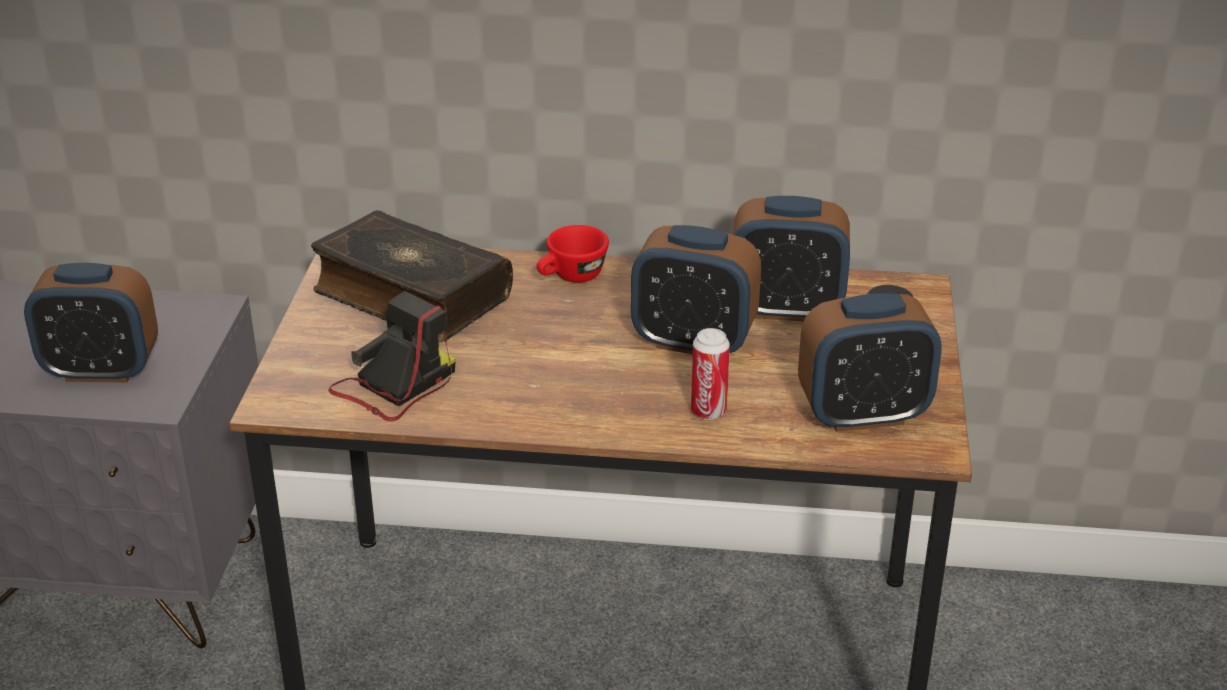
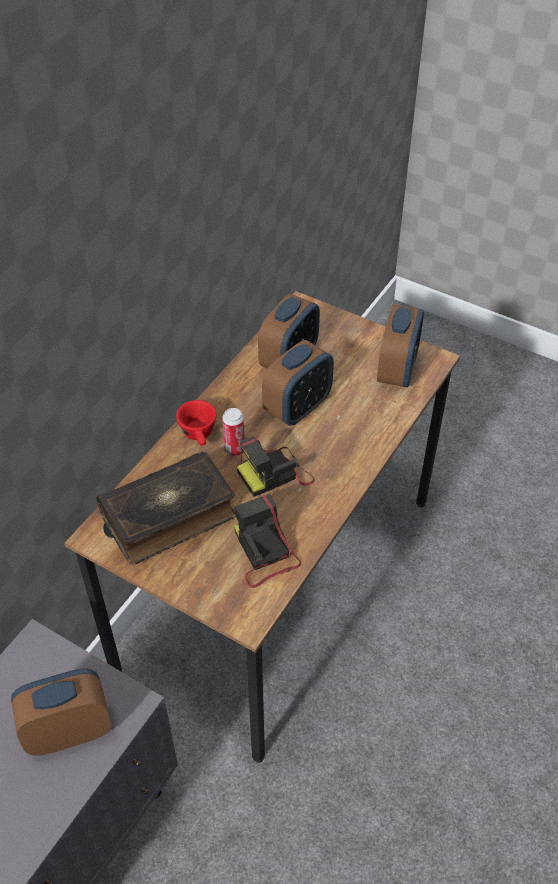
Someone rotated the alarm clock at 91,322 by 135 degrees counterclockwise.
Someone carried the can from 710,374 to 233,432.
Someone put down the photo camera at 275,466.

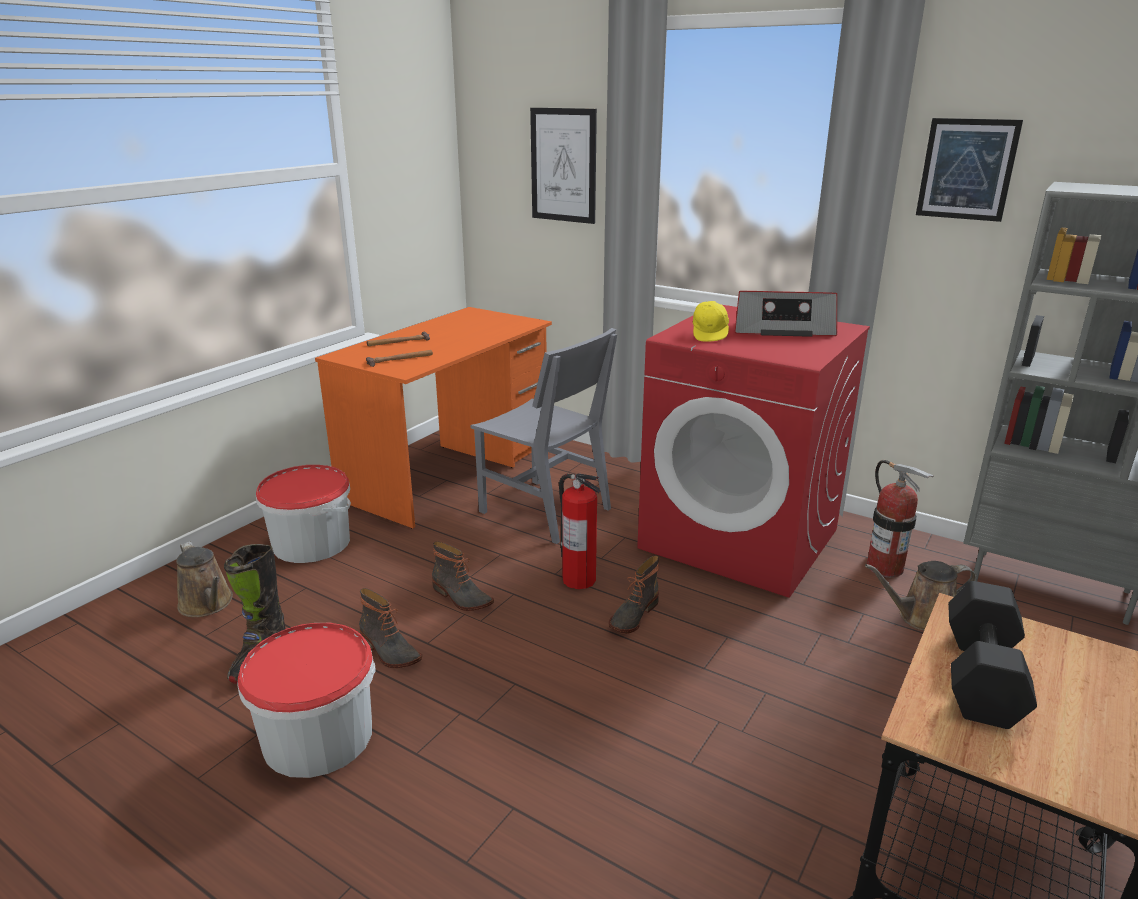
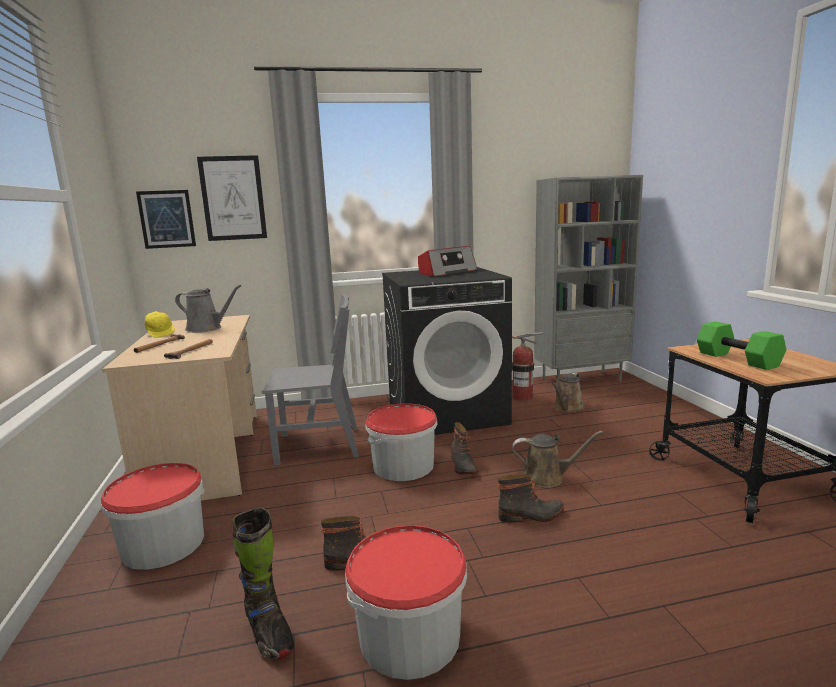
Someone repainted the orange desk at 433,418, which became the beige desk at 179,408.
Someone carried the picture from 969,170 to 166,219.
Someone carried the yellow cap from 711,321 to 160,324.
Someone put down the grey watering can at 208,309.
Someone swapped the fire extinguisher at 579,531 for the bucket at 401,442.
Someone repainted the red washing machine at 753,451, which became the black washing machine at 447,351.
Someone carried the boot from 463,576 to 531,498.
Someone carried the brown watering can from 204,579 to 557,459.
Someone repainted the black dumbbell at 992,655, which became the green dumbbell at 742,345.

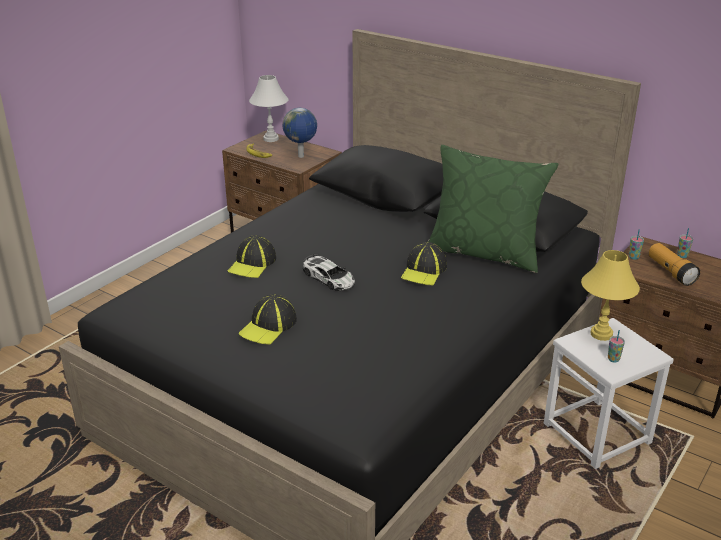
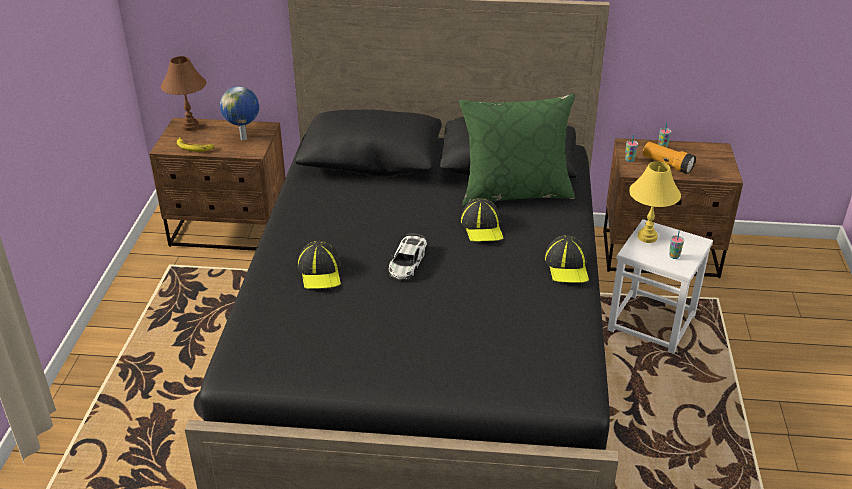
Someone repainted the white table lamp at 269,108, which became the brown table lamp at 183,93.
Someone rotated the toy car at 329,272 by 90 degrees clockwise.
Someone carried the cap from 268,319 to 566,259.

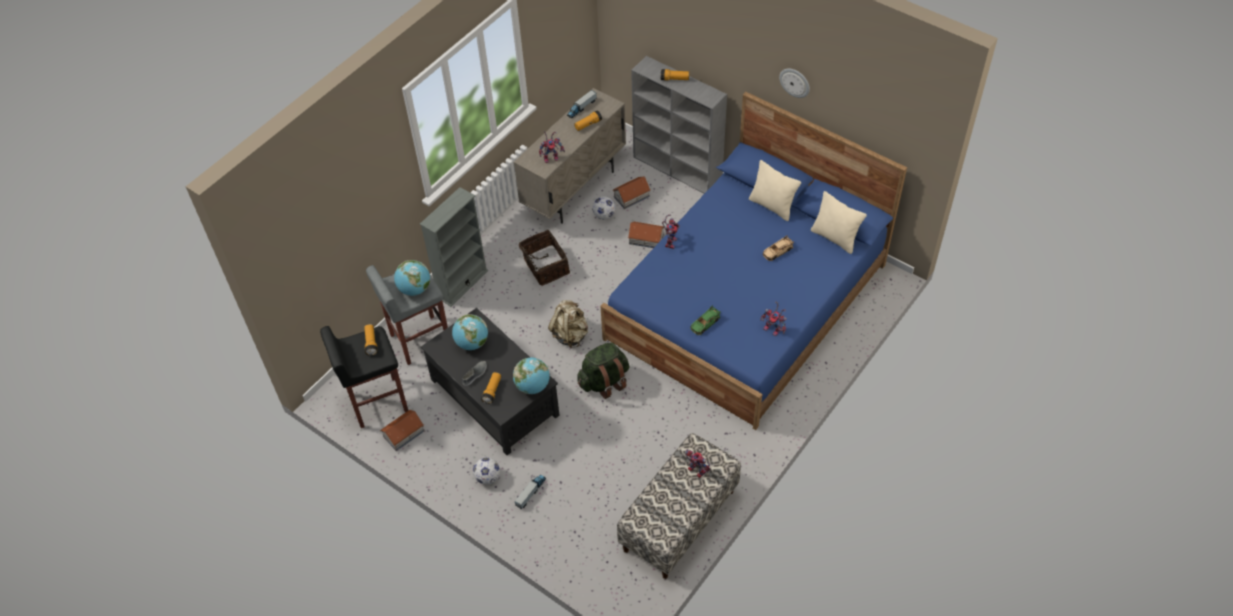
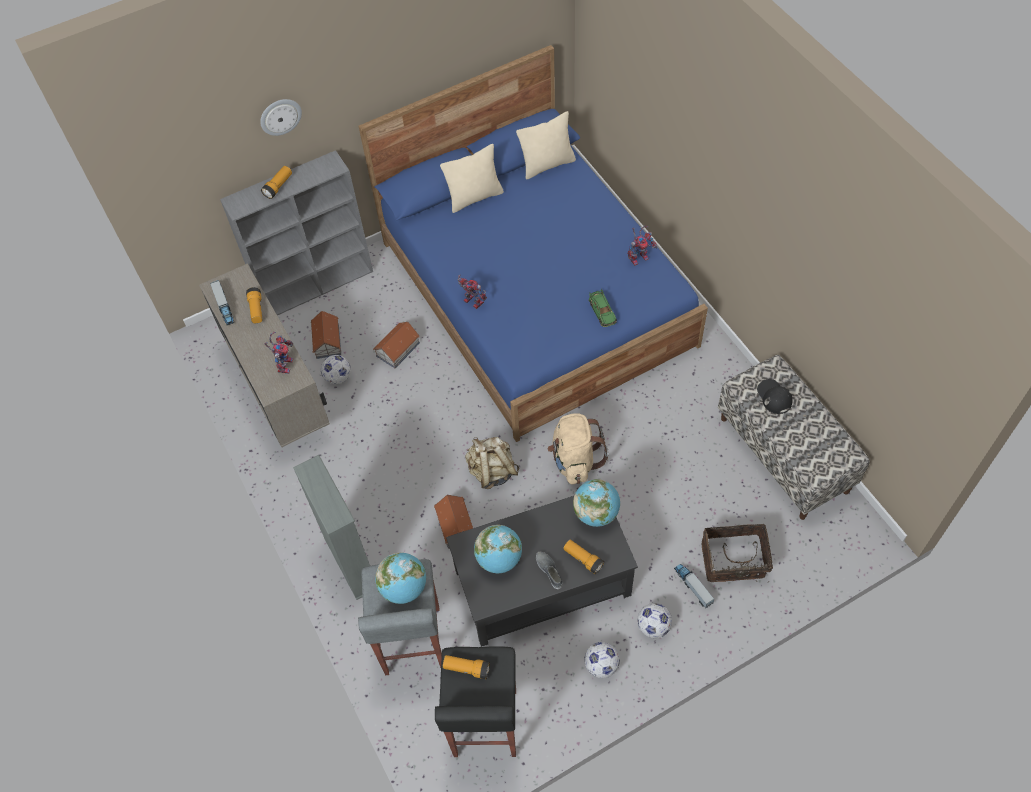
Someone carried the wall clock from 794,83 to 281,117.
Someone carried the toy house from 402,430 to 453,522.
Someone repainted the green backpack at 603,370, which became the beige backpack at 578,448.
Someone put down the football at 602,660.
Someone carried the basket from 544,258 to 737,553.
Someone swapped the toy robot at 697,463 for the black cap at 774,396.
Someone took away the beige toy car at 778,248.

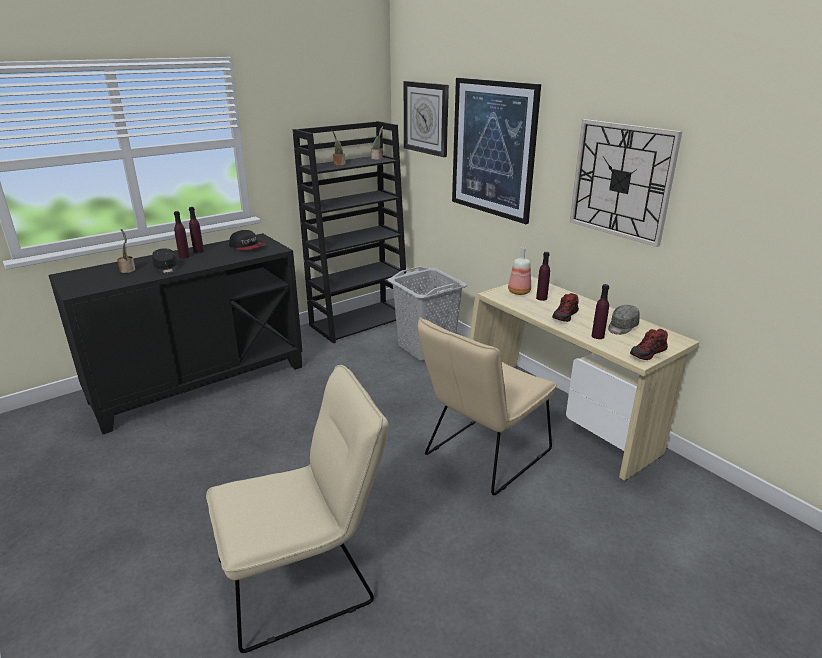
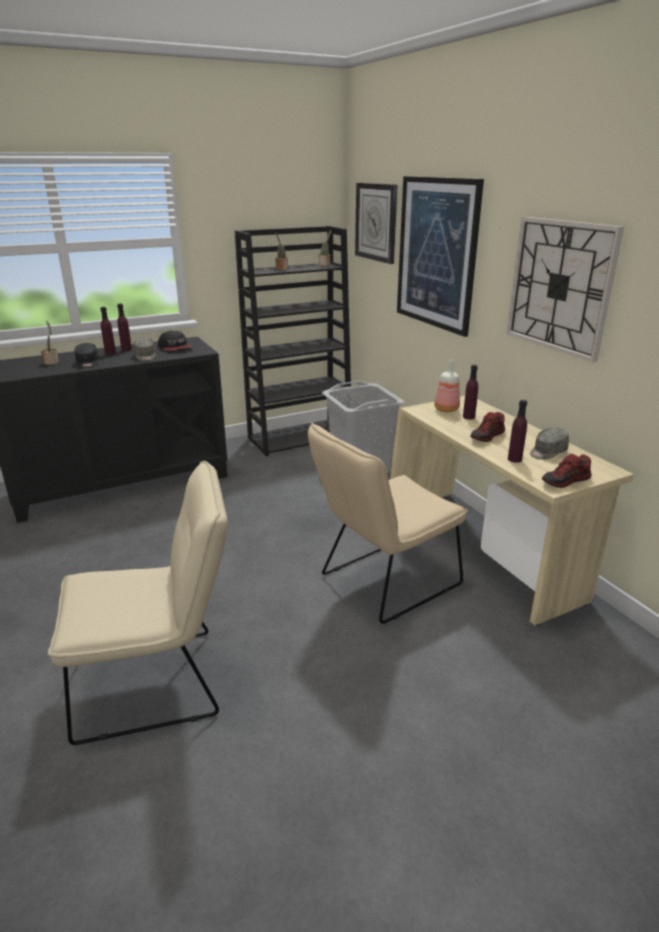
Someone put down the grey cap at 144,349.

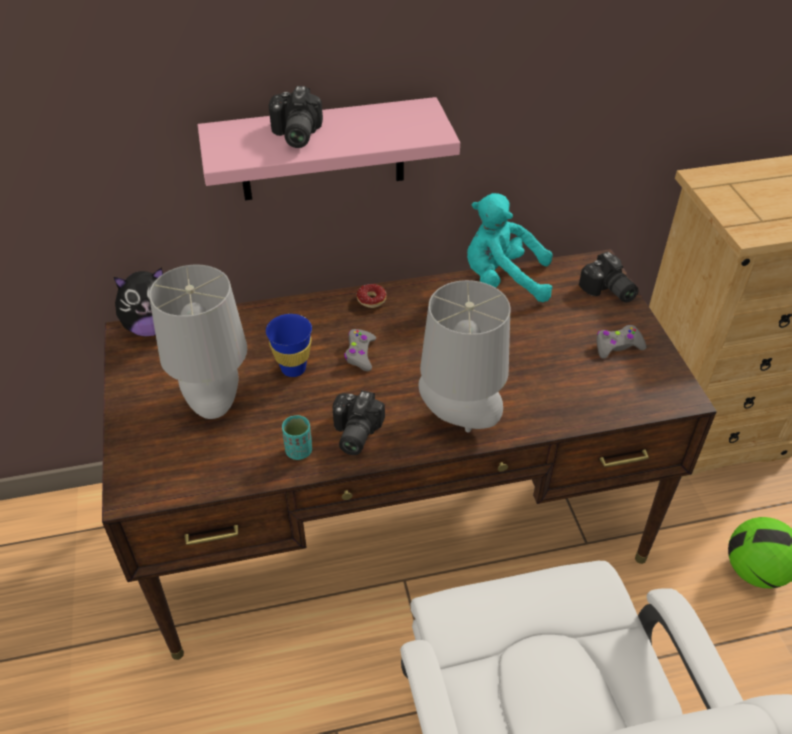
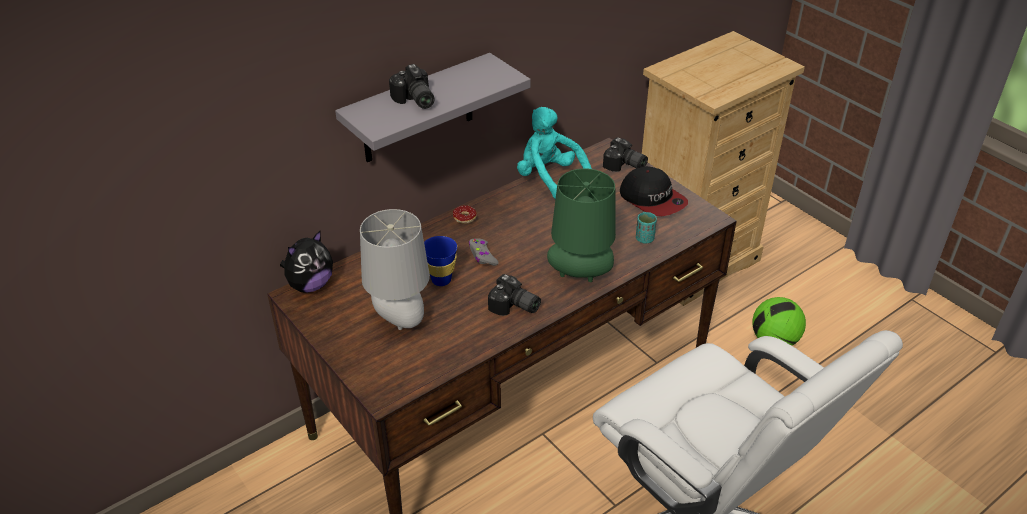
Someone repainted the pink shelf at 329,148, which became the grey shelf at 433,107.
Someone rotated the photo camera at 359,423 by 45 degrees counterclockwise.
Someone rotated the turquoise plush toy at 510,247 by 60 degrees clockwise.
Someone repainted the grey table lamp at 464,356, which became the green table lamp at 581,225.
Someone swapped the grey game controller at 621,342 for the cap at 654,191.
Someone carried the turquoise cup from 297,437 to 646,227.

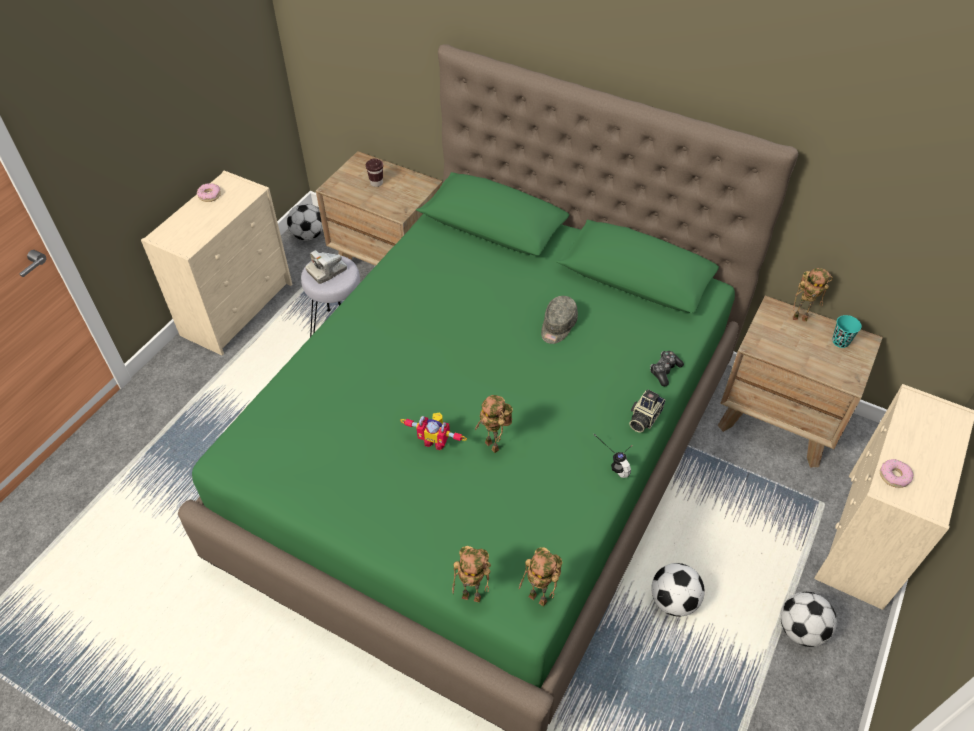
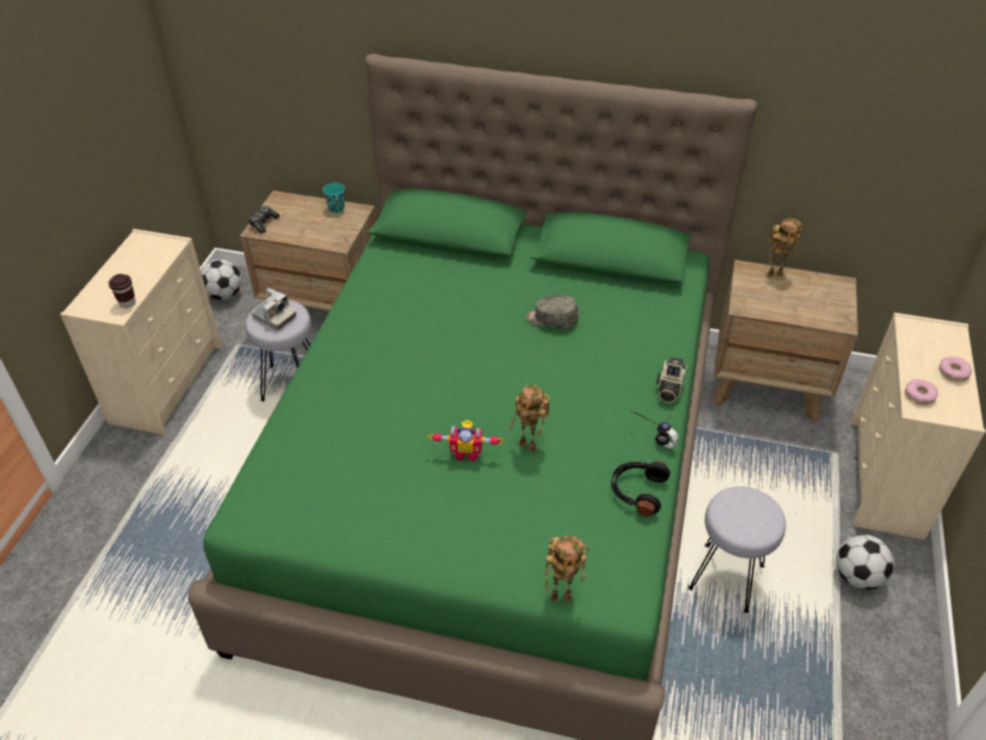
Someone carried the brown cup from 374,172 to 122,291.
Someone carried the game controller from 667,368 to 264,219.
Someone rotated the photo camera at 326,267 by 90 degrees counterclockwise.
Someone carried the turquoise cup from 847,331 to 334,198.
Someone rotated the grey cap at 559,320 by 90 degrees clockwise.
Someone put down the black headphones at 640,488.
Someone swapped the football at 678,590 for the grey stool at 737,549.
Someone carried the donut from 209,192 to 955,369.
Someone took away the toy robot at 540,576.

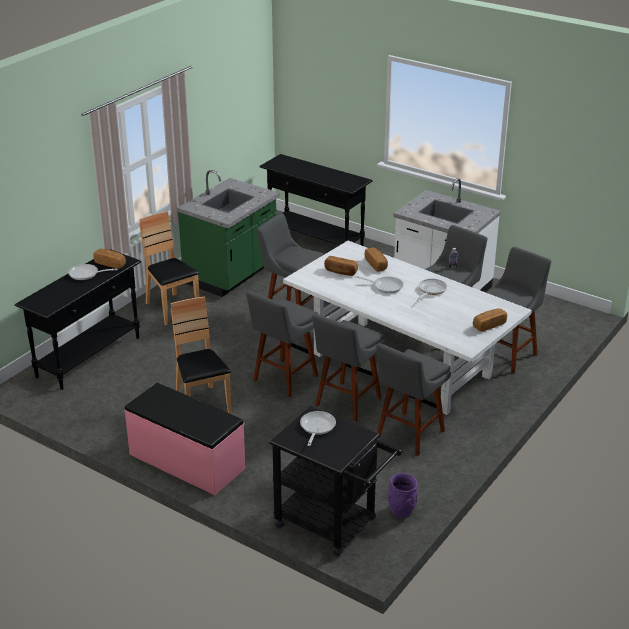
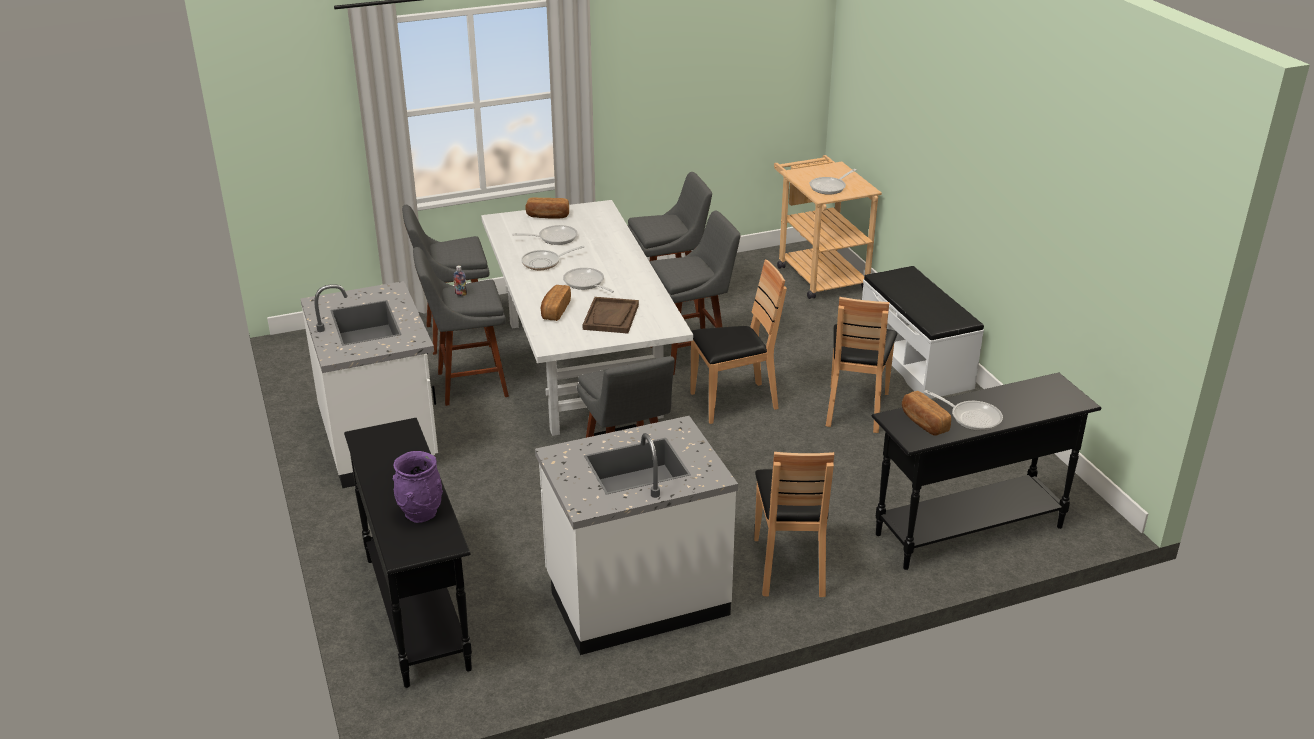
Someone carried the purple vase from 402,495 to 418,487.
Someone put down the frying pan at 545,235.
Someone repainted the green counter at 228,233, which became the white counter at 636,535.
Someone swapped the bread at 341,266 for the brown tray at 611,315.
Someone swapped the grey stool at 282,344 for the brown chair at 738,342.
Someone repainted the black cart at 335,481, which became the beige cart at 828,227.
Someone repainted the pink bench at 185,439, which became the white bench at 923,332.

